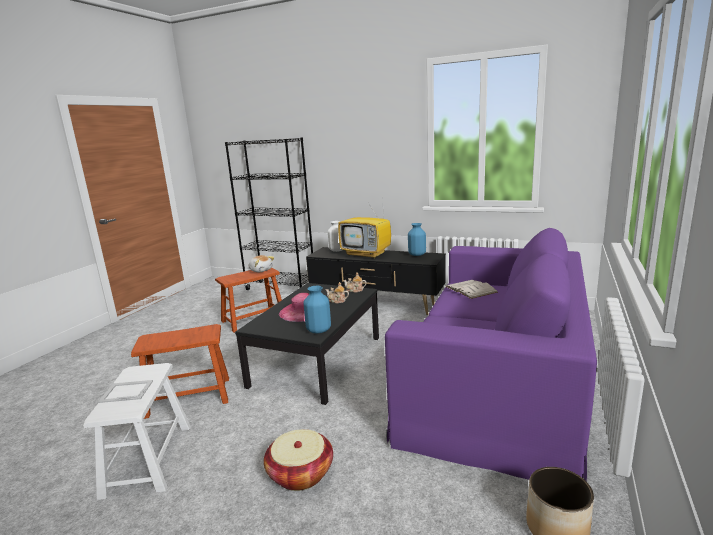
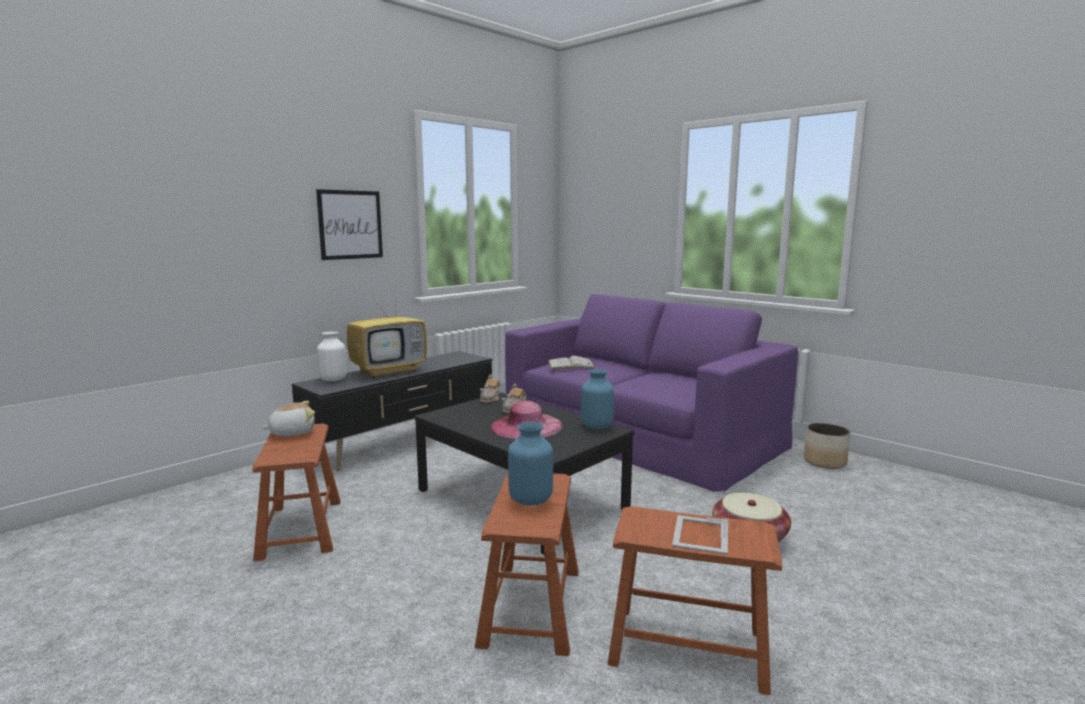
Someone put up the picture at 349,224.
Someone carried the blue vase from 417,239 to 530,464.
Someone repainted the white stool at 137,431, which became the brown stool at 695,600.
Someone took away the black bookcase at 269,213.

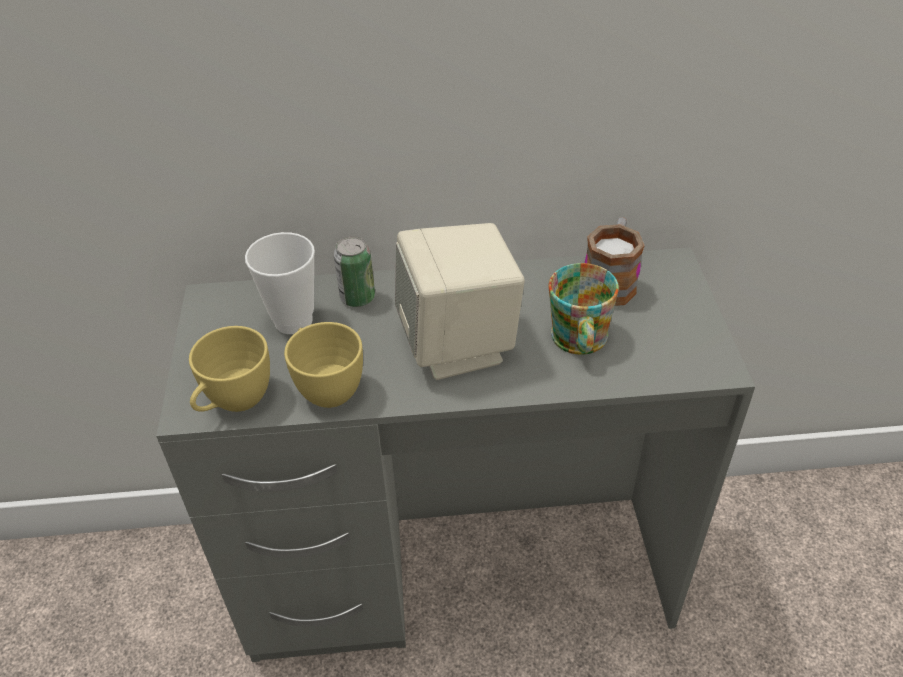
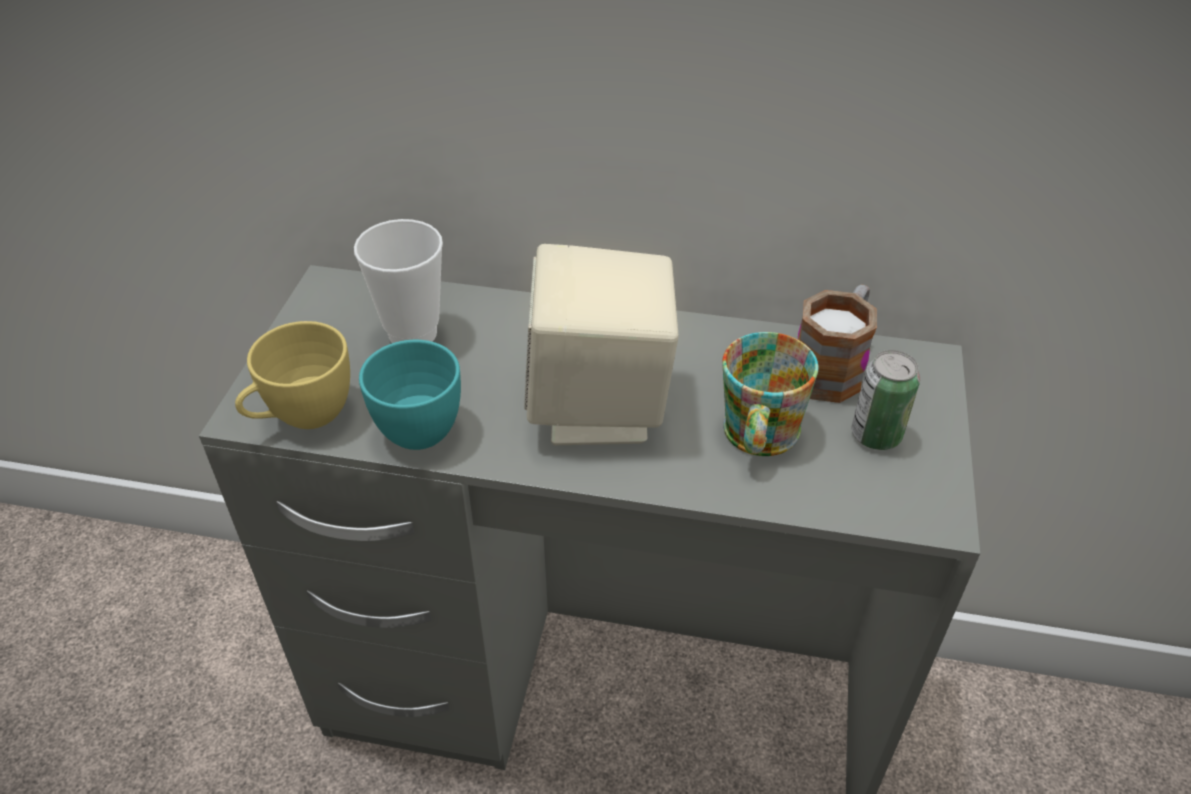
Someone repainted the yellow cup at 323,365, which became the turquoise cup at 410,395.
Someone carried the can from 354,271 to 886,400.

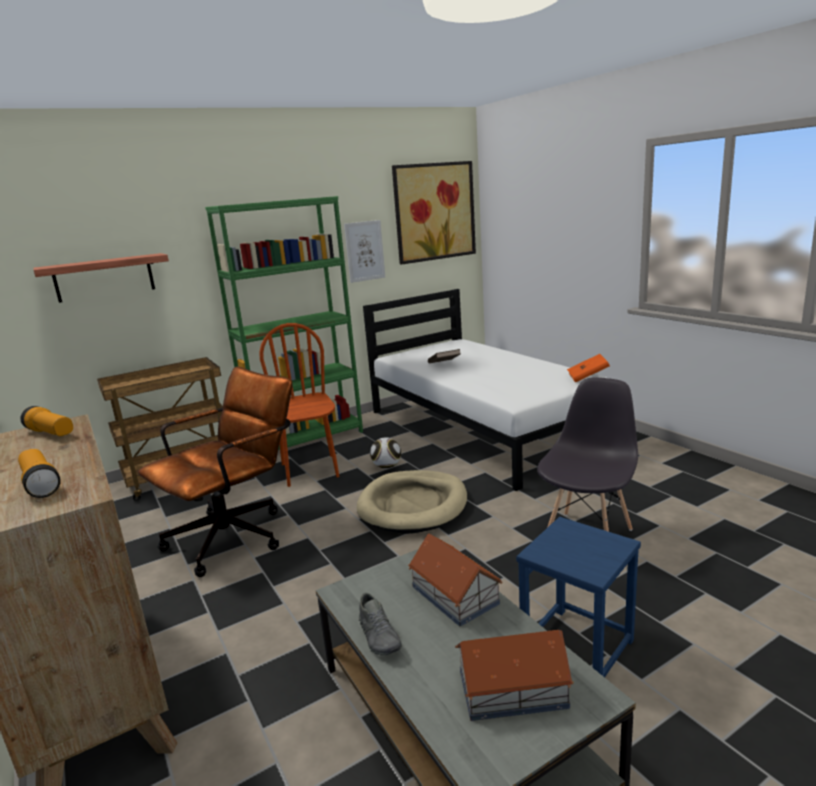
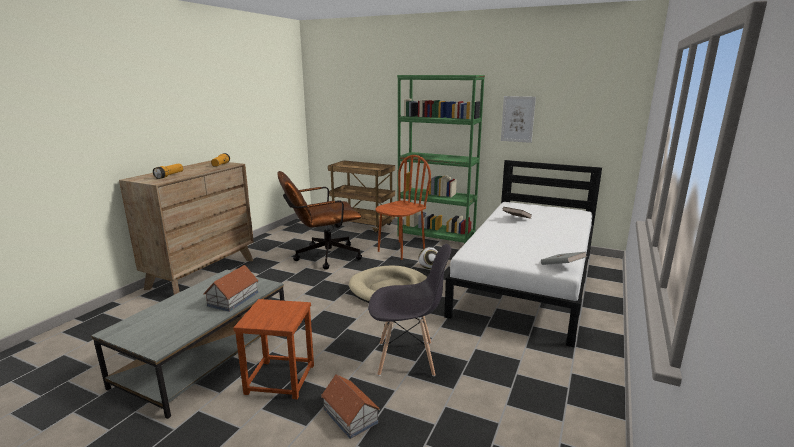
Someone repainted the blue stool at 578,597, which became the brown stool at 273,349.
Someone rotated the brown office chair at 215,472 by 150 degrees clockwise.
Someone carried the toy house from 514,675 to 350,406.
Someone repainted the orange book at 588,368, which became the grey book at 564,258.
Someone took away the shelf at 101,278.
Someone took away the grey shoe at 380,623.
Someone took away the picture at 434,212.

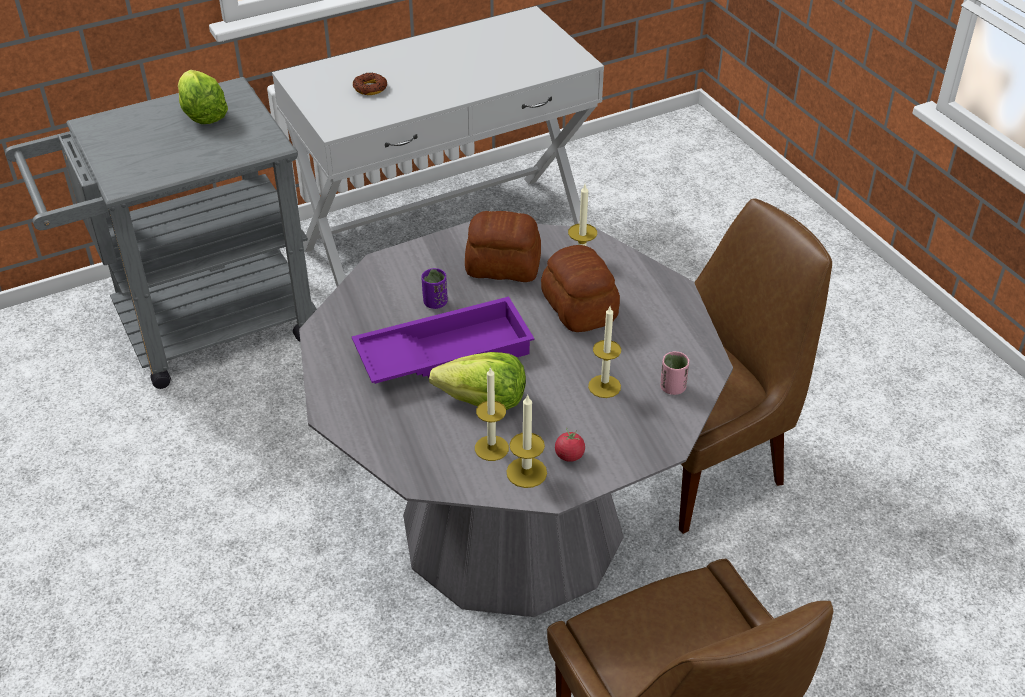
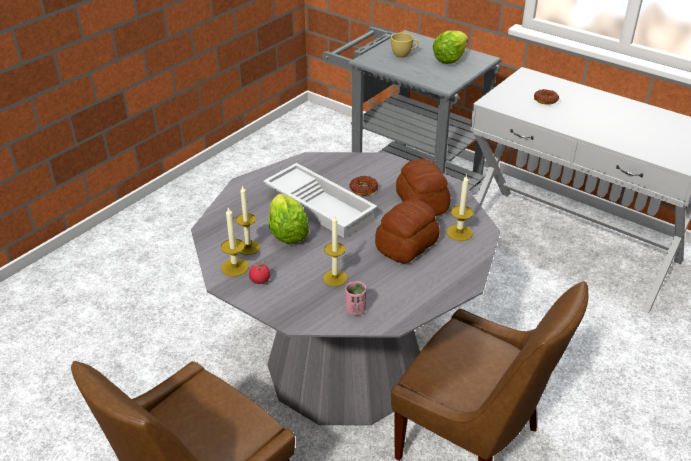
Someone repainted the purple tray at 443,340, which became the white tray at 320,200.
Someone swapped the purple cup at 434,288 for the donut at 364,185.
Someone put down the yellow cup at 405,45.

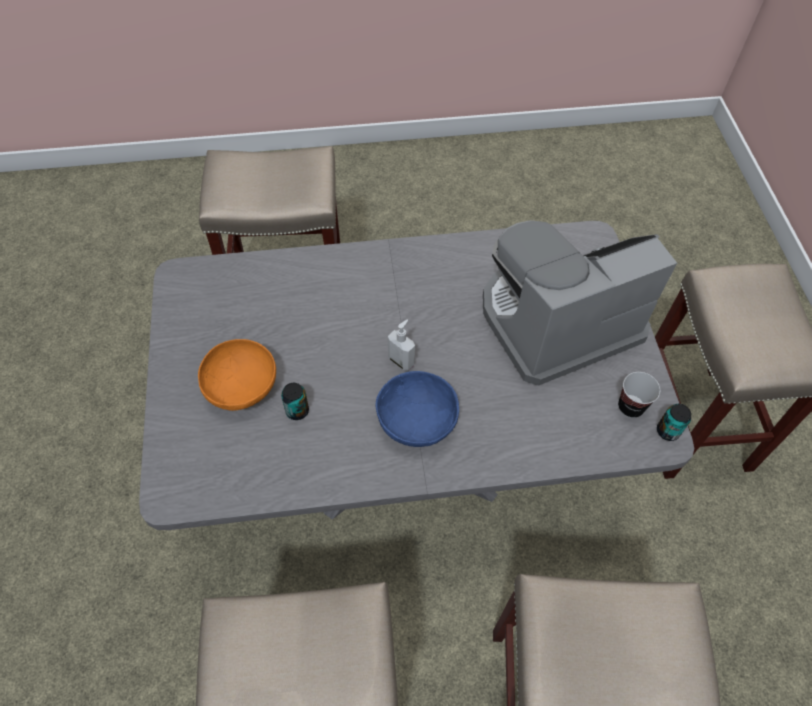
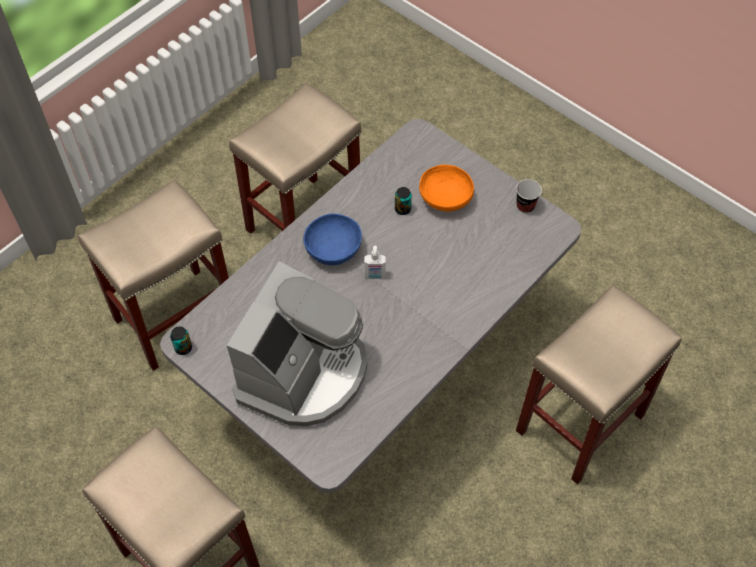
Someone carried the cup from 639,395 to 529,196.

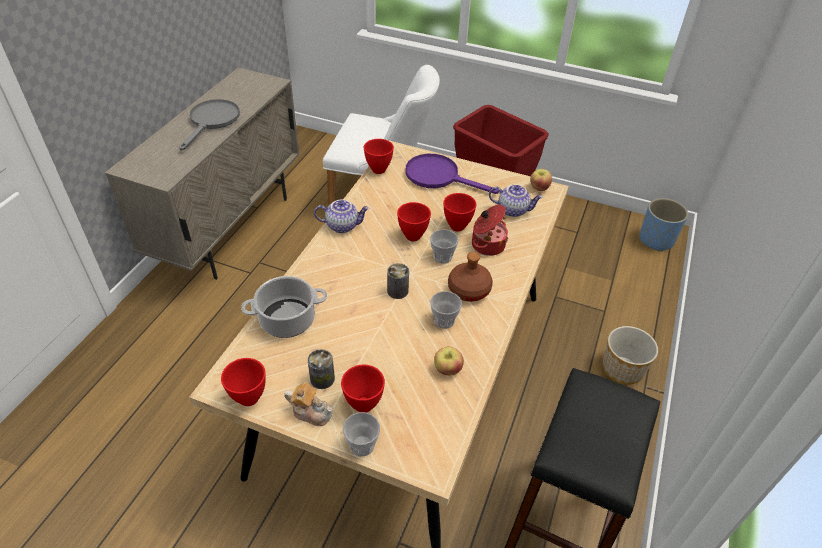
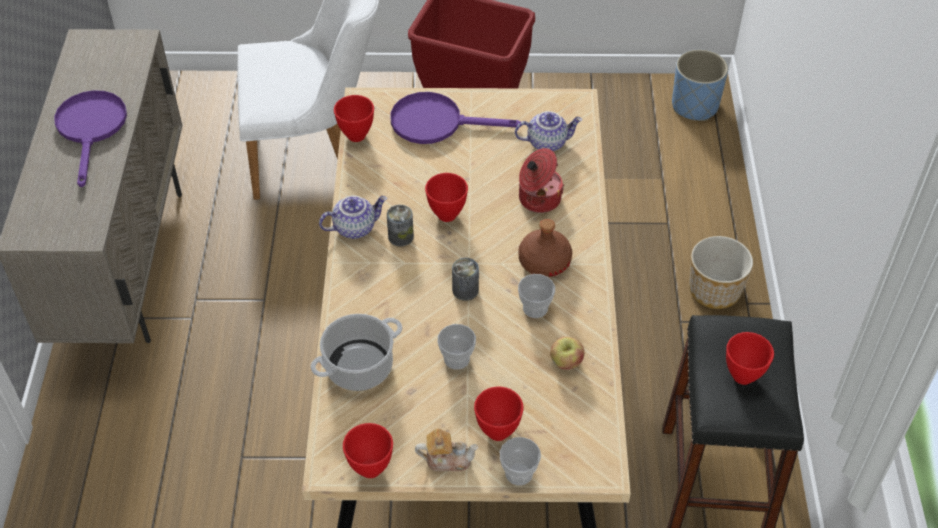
Someone repainted the grey frying pan at 209,125, which became the purple frying pan at 90,138.
Someone carried the can from 321,369 to 400,226.
Someone carried the cup from 444,246 to 457,347.
Someone carried the red bowl from 460,212 to 750,358.
Someone took away the apple at 541,180.

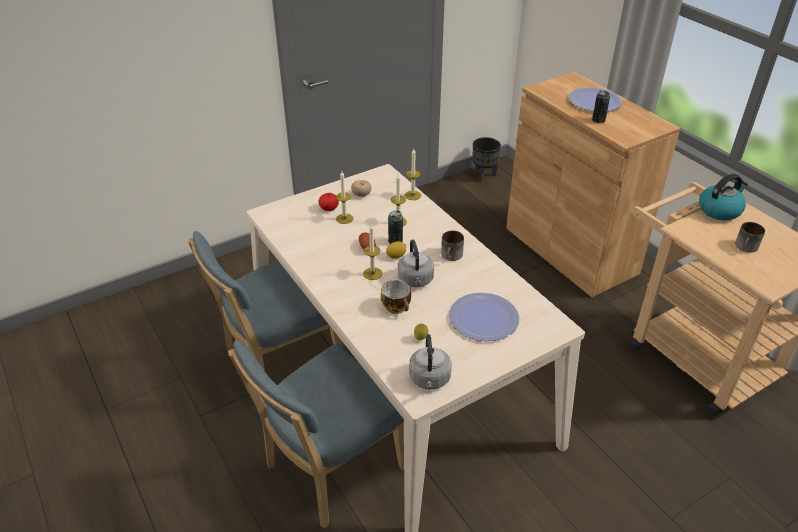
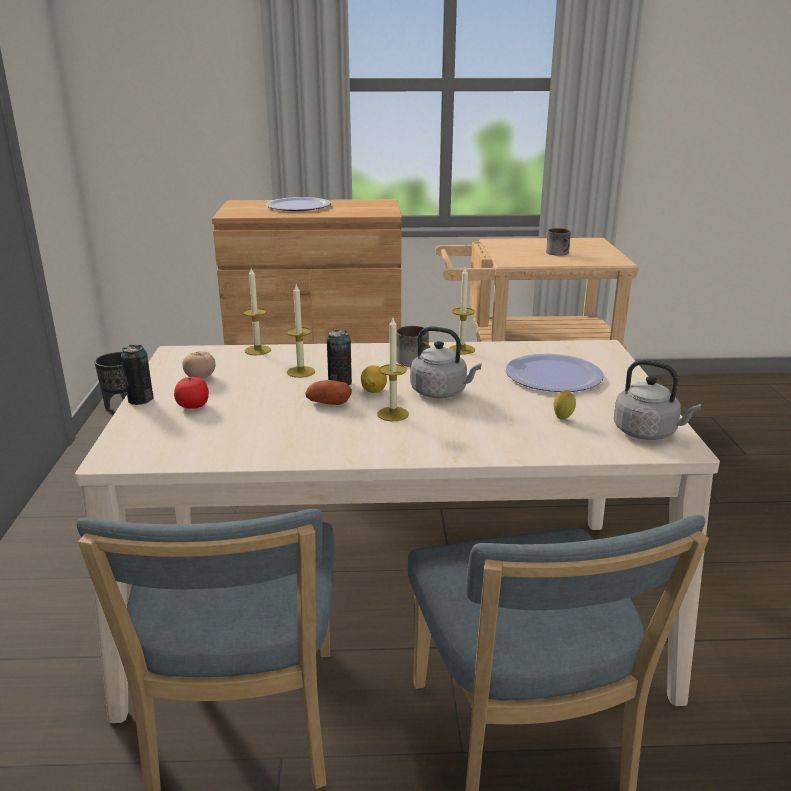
Someone carried the can from 601,107 to 137,375.
Someone carried the candle from 344,198 to 462,311.
Someone took away the cup at 396,297.
Someone took away the kettle at 723,197.

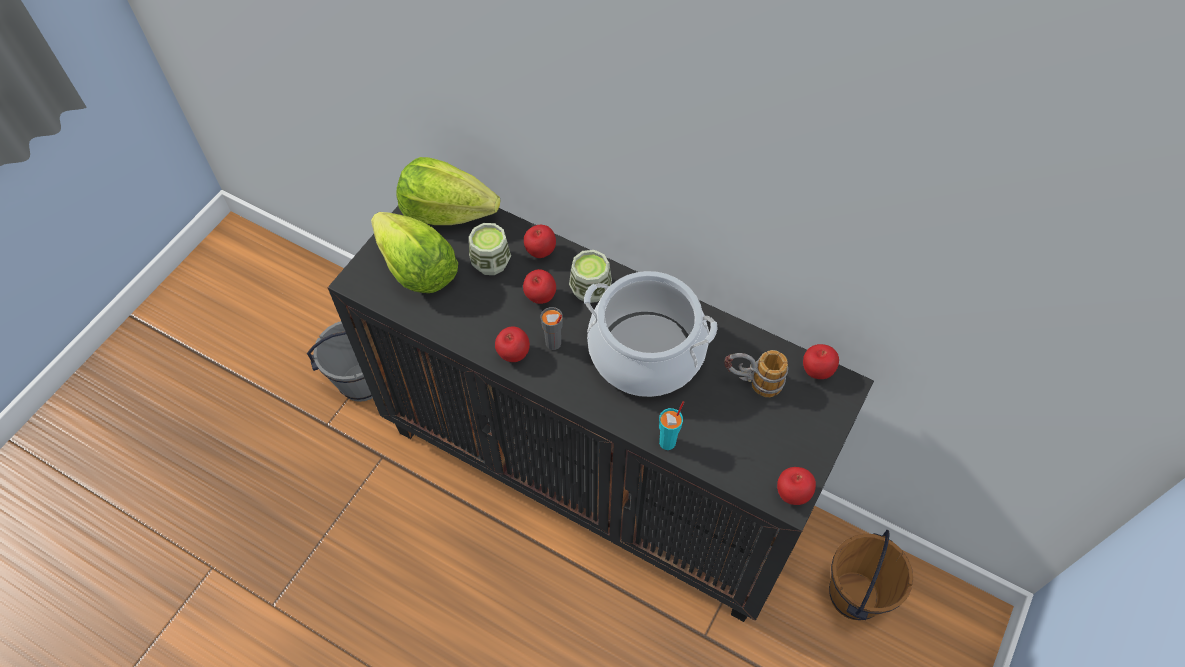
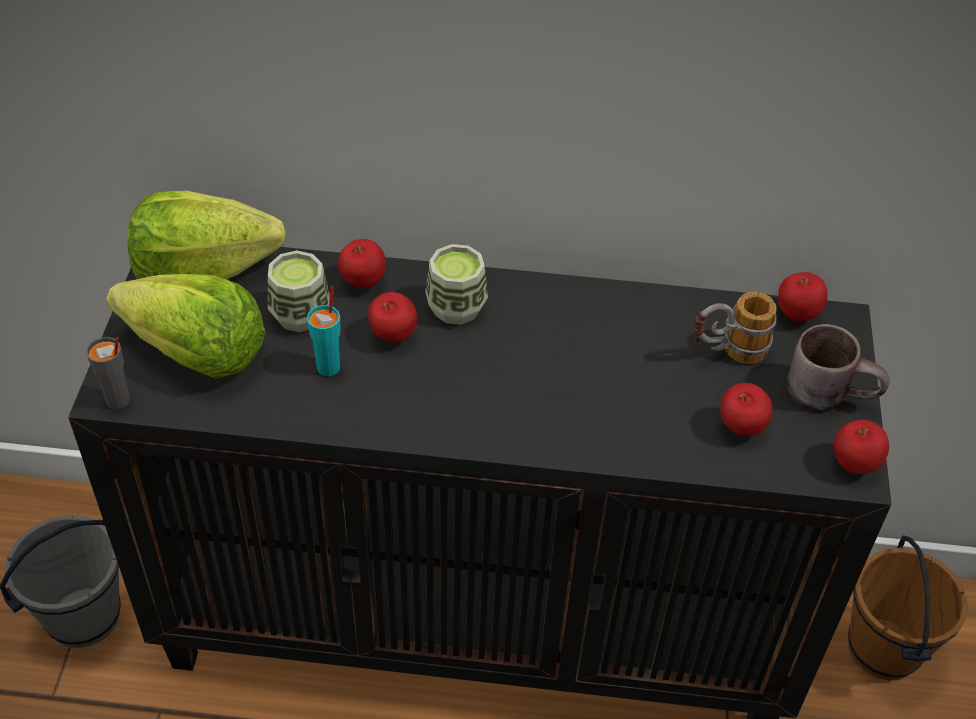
Someone carried the grey cup from 552,328 to 108,373.
Someone carried the turquoise cup from 671,425 to 323,331.
Someone carried the apple from 512,344 to 746,410.
Someone put down the brown mug at 838,367.
Someone took away the cooking pot at 651,334.

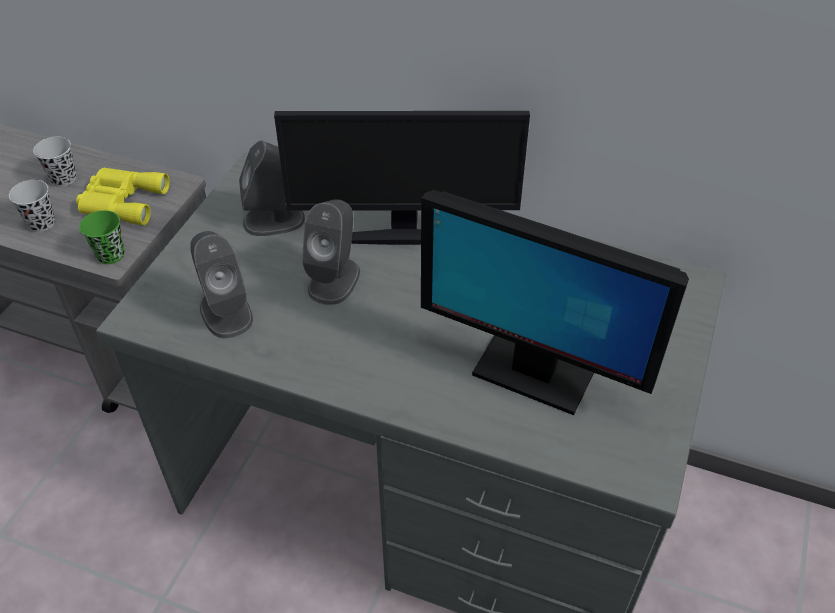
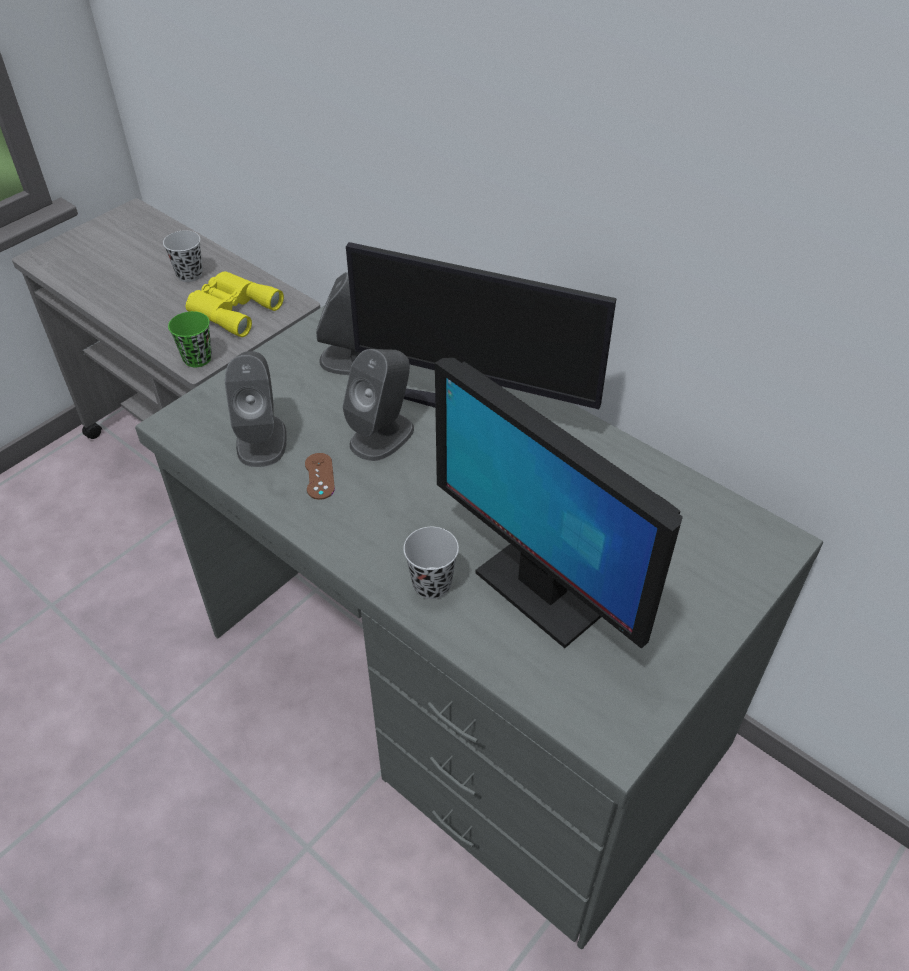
Someone put down the brown game controller at 320,476.
Someone carried the black cup from 32,206 to 431,563.

